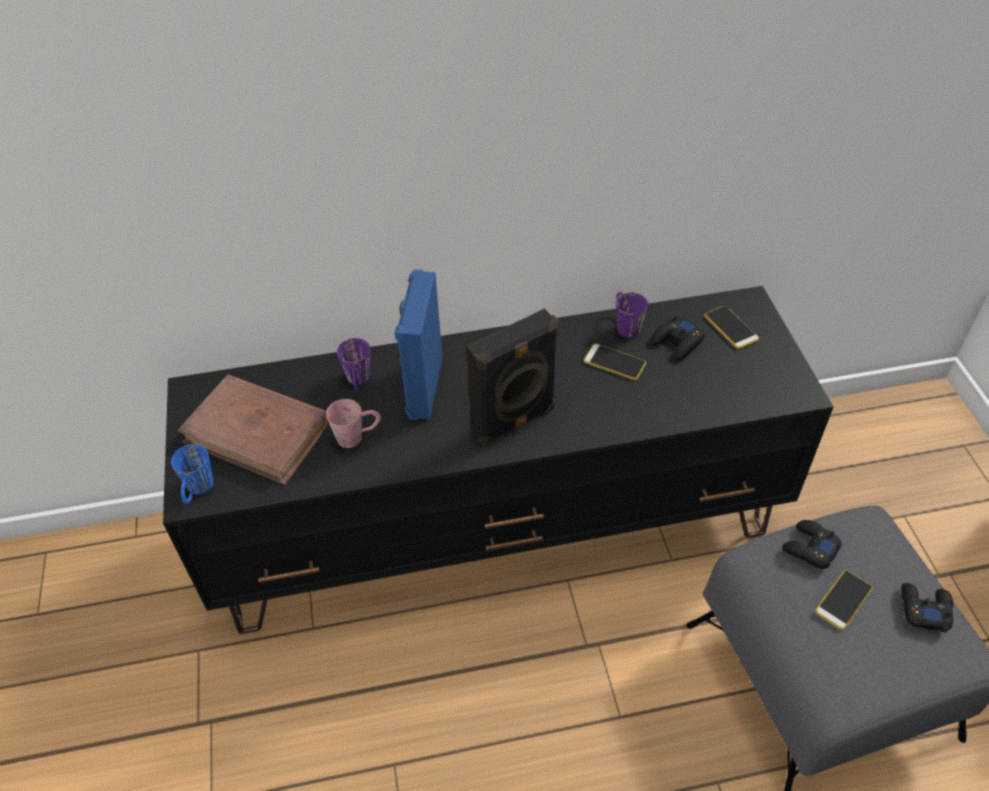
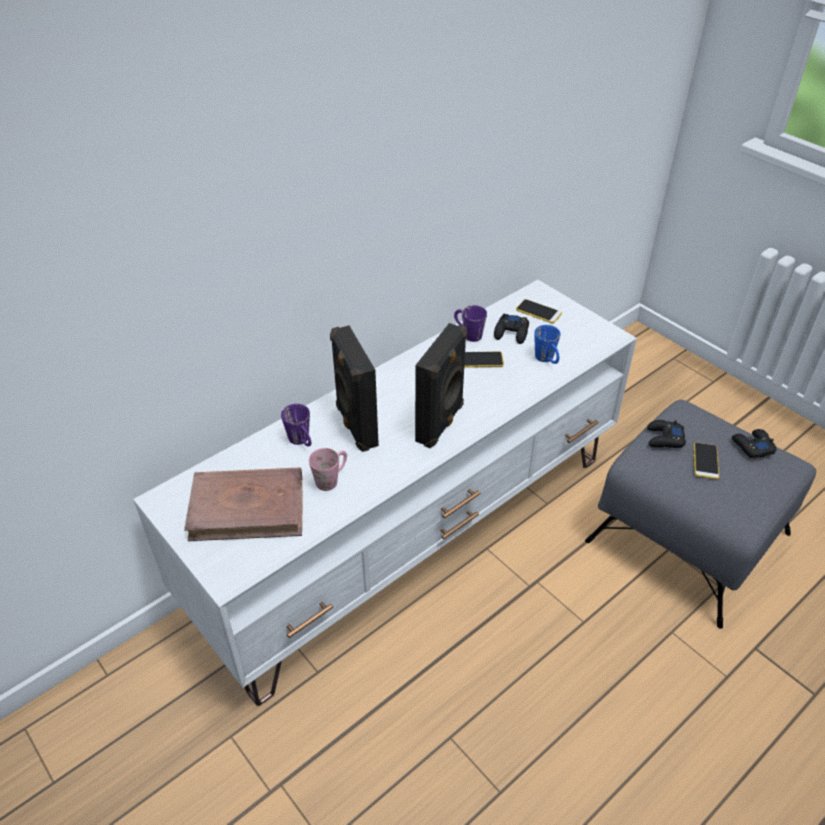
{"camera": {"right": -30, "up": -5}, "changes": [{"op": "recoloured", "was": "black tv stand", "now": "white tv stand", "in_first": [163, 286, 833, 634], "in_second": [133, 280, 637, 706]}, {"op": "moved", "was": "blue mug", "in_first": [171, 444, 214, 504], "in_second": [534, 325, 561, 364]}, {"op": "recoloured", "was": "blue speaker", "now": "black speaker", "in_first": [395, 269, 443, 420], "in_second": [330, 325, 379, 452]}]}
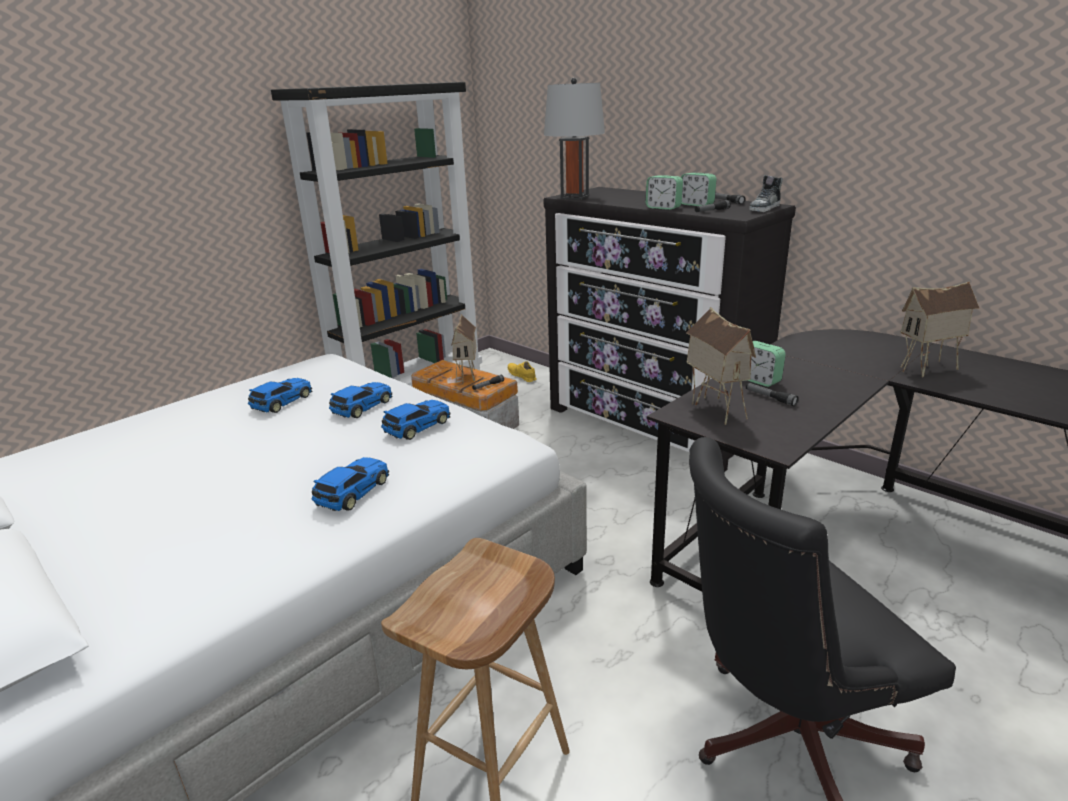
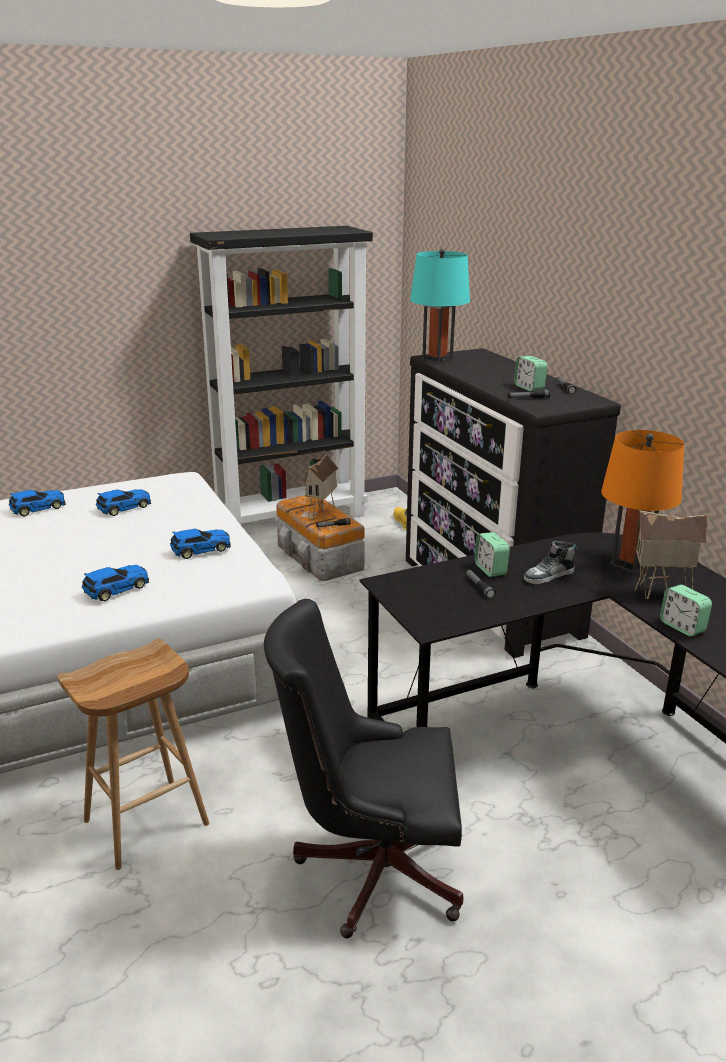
{"camera": {"right": 20, "up": 0}, "changes": [{"op": "moved", "was": "toy car", "in_first": [329, 382, 393, 418], "in_second": [9, 490, 66, 517]}, {"op": "recoloured", "was": "grey table lamp", "now": "turquoise table lamp", "in_first": [544, 77, 605, 200], "in_second": [410, 249, 470, 364]}, {"op": "moved", "was": "alarm clock", "in_first": [645, 175, 683, 210], "in_second": [660, 585, 712, 636]}, {"op": "removed", "was": "toy house", "in_first": [686, 307, 756, 425]}, {"op": "moved", "was": "shoe", "in_first": [749, 175, 783, 212], "in_second": [524, 541, 578, 584]}, {"op": "added", "now": "orange table lamp", "in_second": [601, 430, 684, 574]}]}
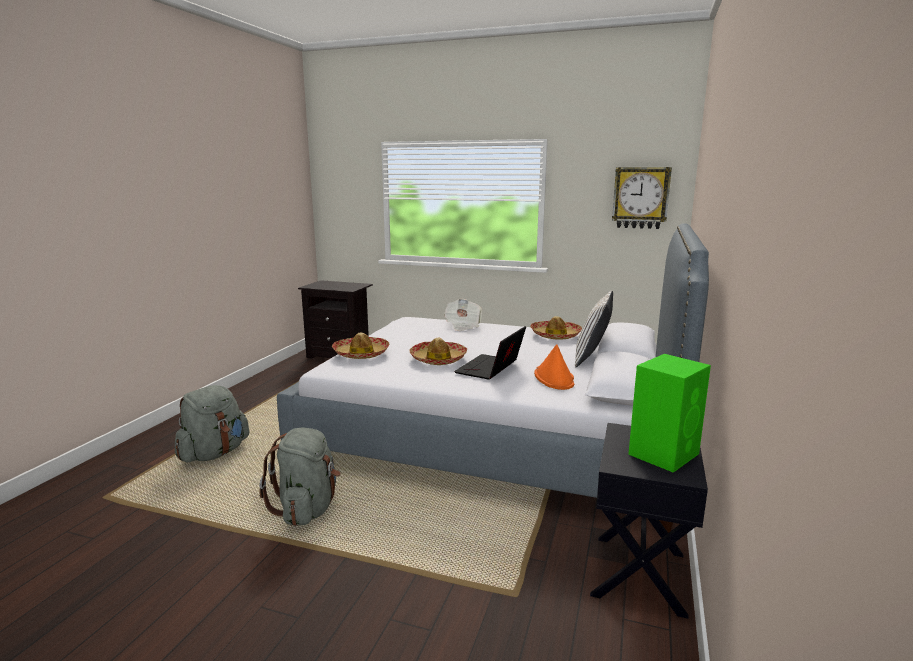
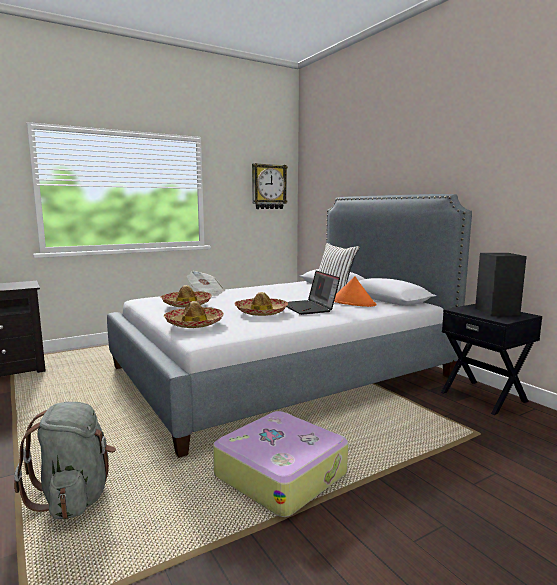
{"camera": {"right": -50, "up": -5}, "changes": [{"op": "replaced", "was": "grey backpack", "now": "suitcase", "in_first": [259, 427, 340, 526], "in_second": [213, 411, 348, 517]}, {"op": "moved", "was": "hat", "in_first": [530, 316, 582, 340], "in_second": [160, 285, 212, 307]}, {"op": "recoloured", "was": "green speaker", "now": "black speaker", "in_first": [628, 354, 711, 473], "in_second": [475, 253, 527, 316]}]}
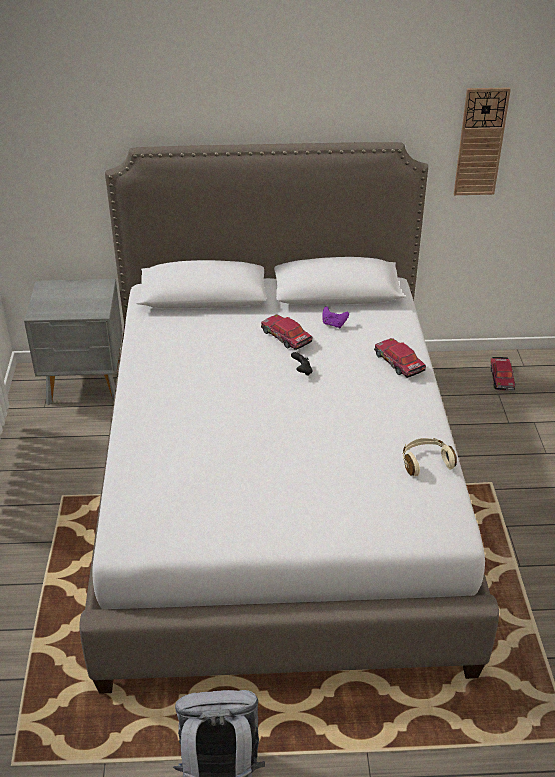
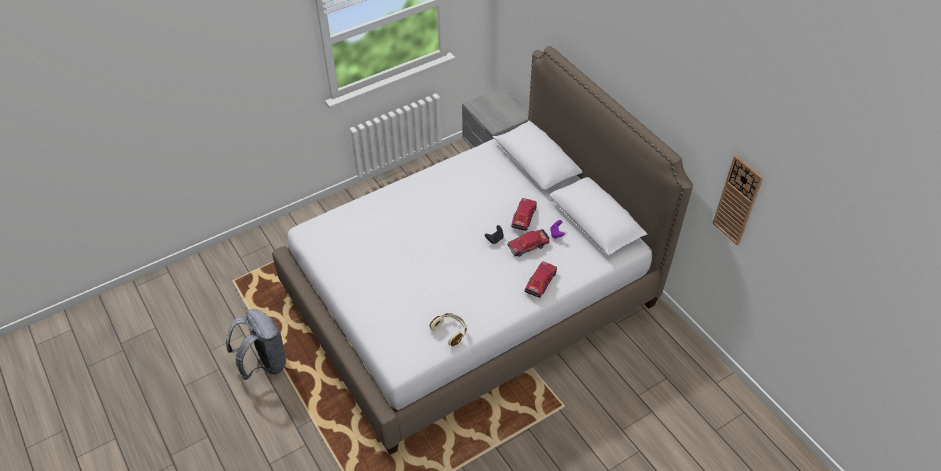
{"camera": {"right": 60, "up": 10}, "changes": [{"op": "moved", "was": "toy car", "in_first": [490, 357, 515, 391], "in_second": [507, 229, 550, 257]}]}
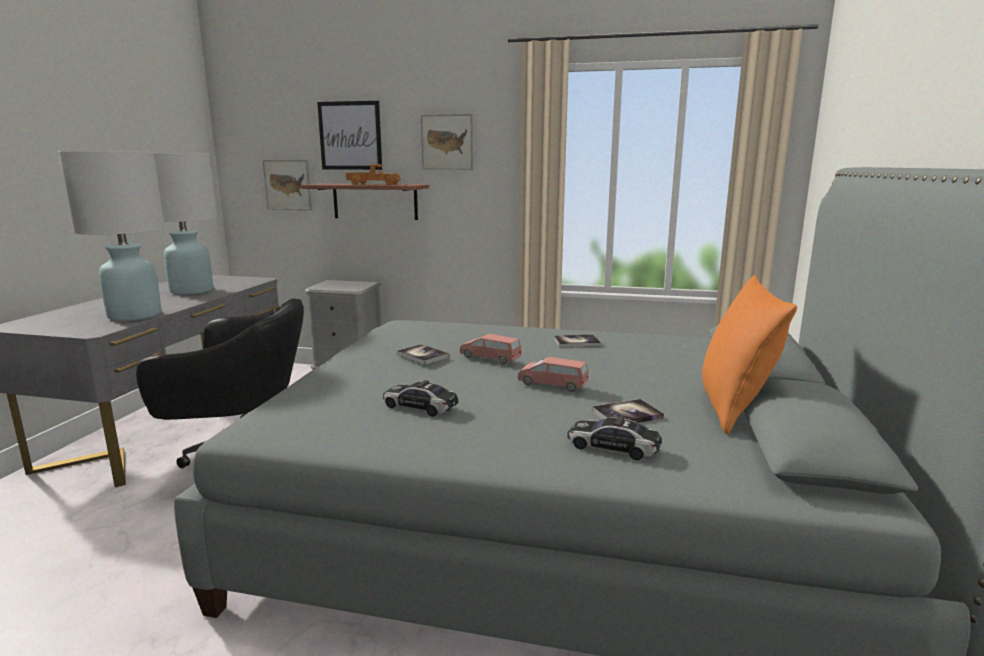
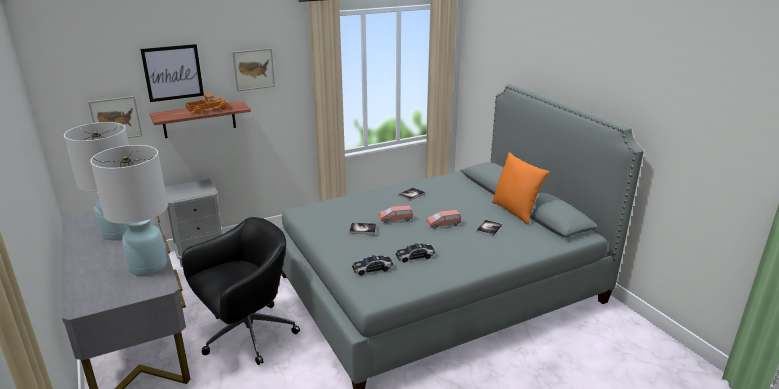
{"camera": {"right": -40, "up": 10}, "changes": [{"op": "moved", "was": "toy car", "in_first": [567, 416, 662, 460], "in_second": [352, 255, 393, 275]}]}
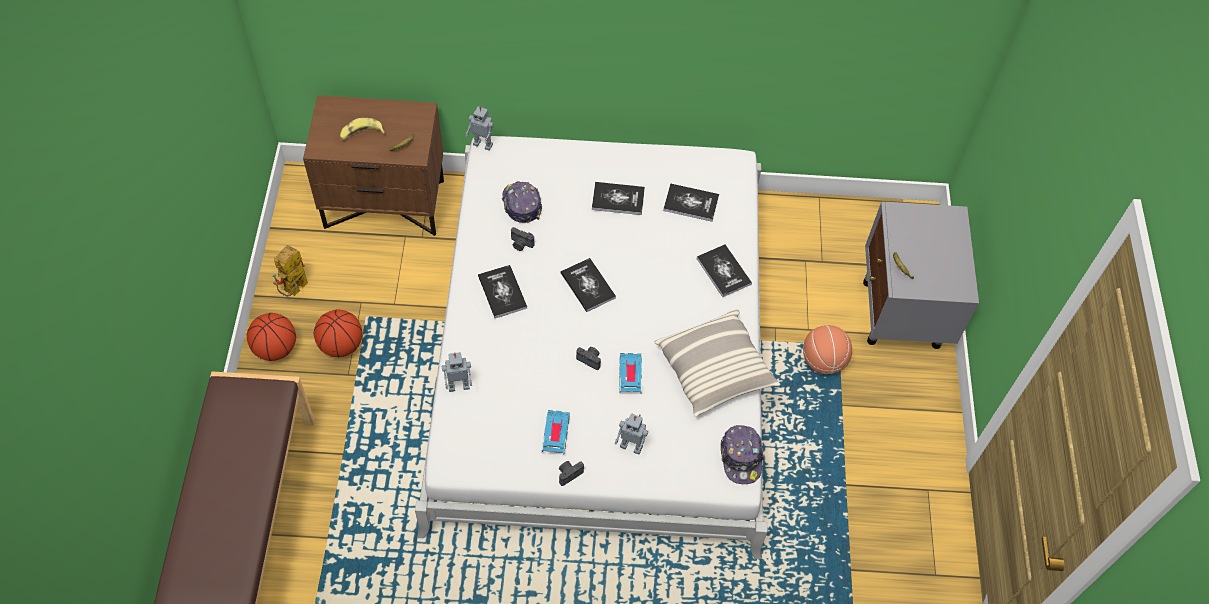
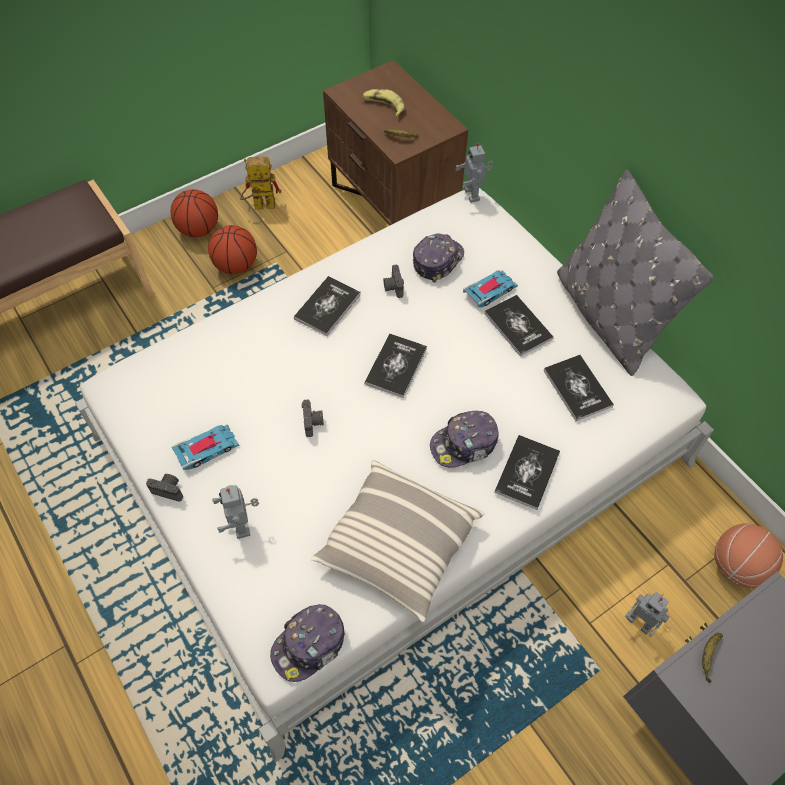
{"camera": {"right": 55, "up": 0}, "changes": [{"op": "moved", "was": "toy robot", "in_first": [442, 352, 472, 392], "in_second": [625, 592, 669, 638]}, {"op": "moved", "was": "toy car", "in_first": [619, 353, 642, 393], "in_second": [463, 270, 518, 307]}, {"op": "moved", "was": "basketball", "in_first": [803, 325, 852, 374], "in_second": [715, 523, 783, 588]}, {"op": "added", "now": "cap", "in_second": [430, 411, 499, 468]}, {"op": "added", "now": "grey pillow", "in_second": [557, 170, 714, 376]}]}
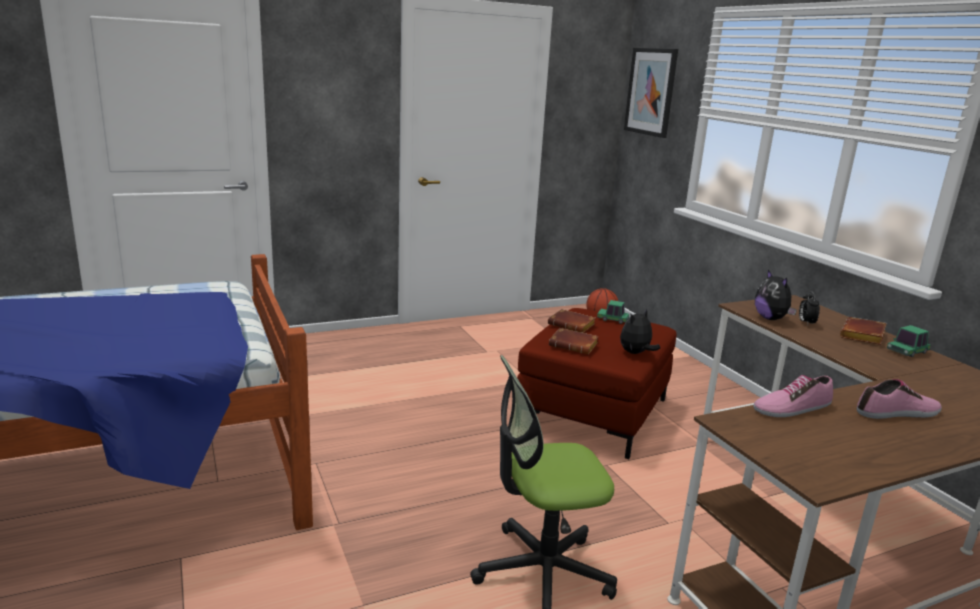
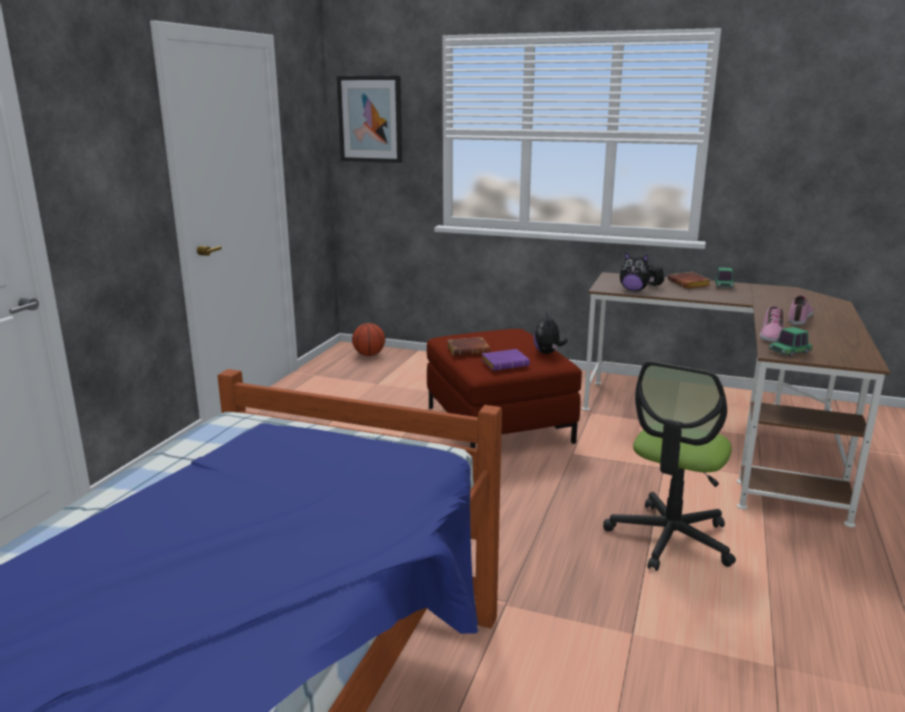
{"camera": {"right": -45, "up": 0}, "changes": [{"op": "recoloured", "was": "brown book", "now": "purple book", "in_first": [549, 328, 599, 355], "in_second": [481, 349, 530, 371]}, {"op": "moved", "was": "toy car", "in_first": [597, 300, 629, 324], "in_second": [769, 327, 813, 356]}]}
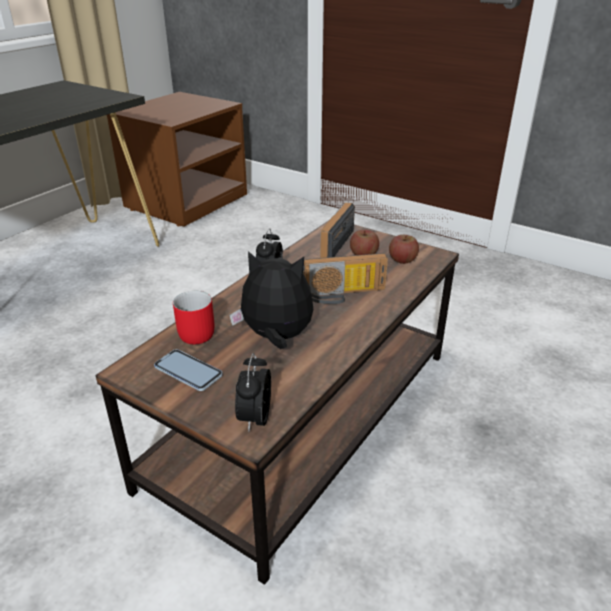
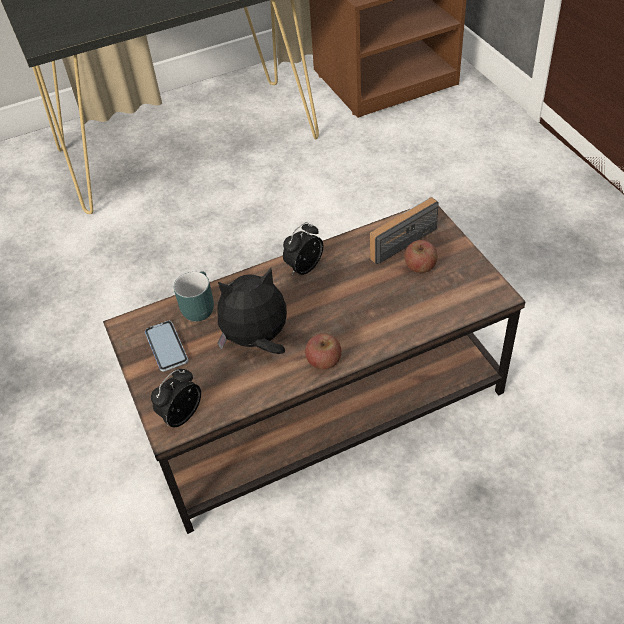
{"camera": {"right": 35, "up": 15}, "changes": [{"op": "recoloured", "was": "red mug", "now": "turquoise mug", "in_first": [173, 291, 215, 344], "in_second": [174, 271, 214, 322]}, {"op": "turned", "was": "plush toy", "in_first": [229, 251, 313, 349], "in_second": [217, 268, 287, 354], "clockwise": -60}, {"op": "removed", "was": "radio", "in_first": [303, 253, 388, 304]}, {"op": "moved", "was": "apple", "in_first": [389, 235, 419, 264], "in_second": [305, 333, 341, 370]}]}
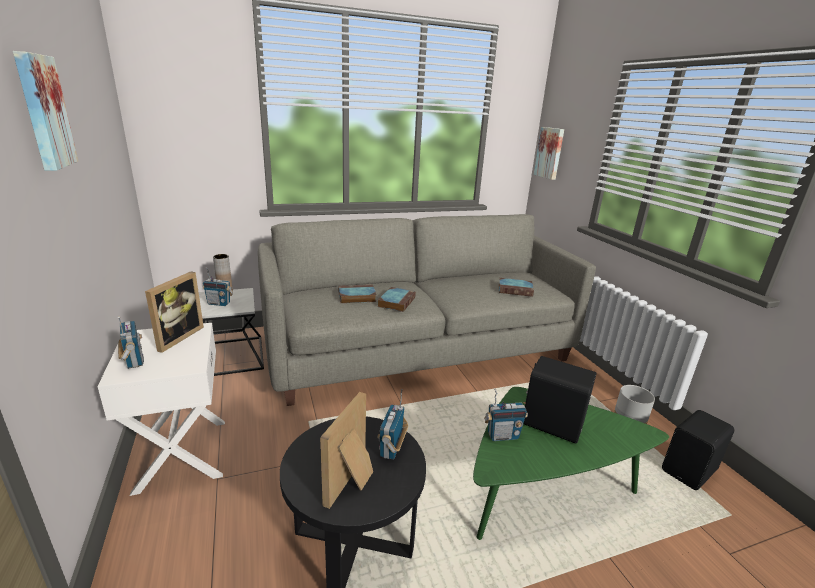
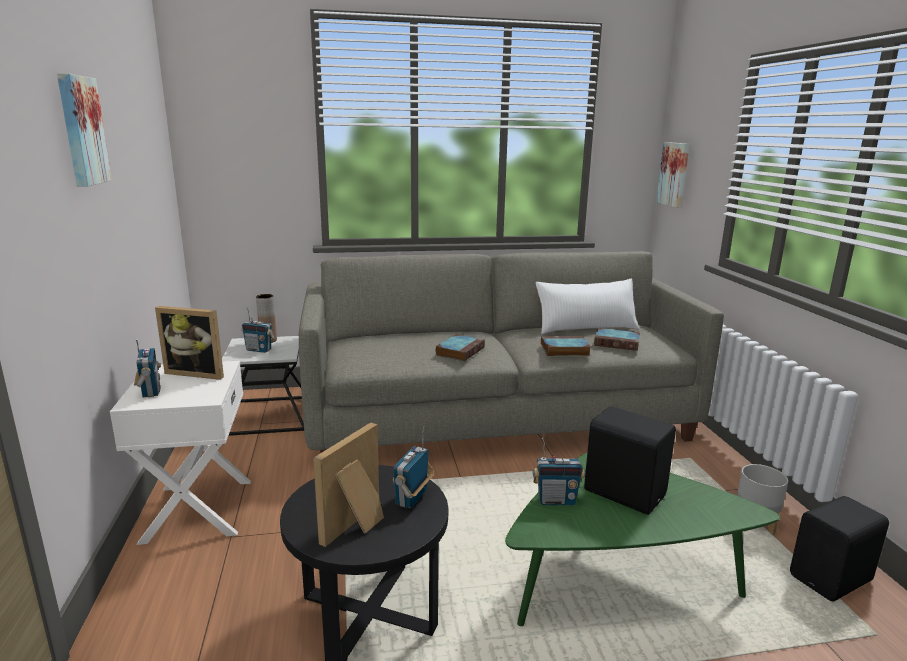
{"camera": {"right": 10, "up": -5}, "changes": [{"op": "turned", "was": "picture frame", "in_first": [145, 271, 204, 353], "in_second": [155, 306, 224, 380], "clockwise": 75}, {"op": "moved", "was": "book", "in_first": [338, 285, 377, 303], "in_second": [541, 336, 591, 356]}, {"op": "added", "now": "white pillow", "in_second": [535, 279, 639, 334]}]}
